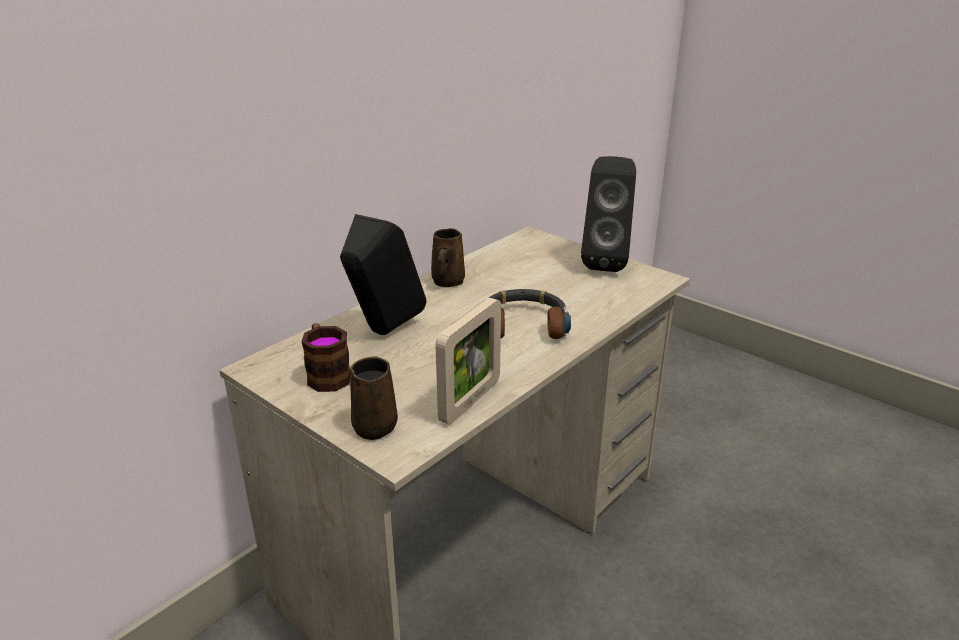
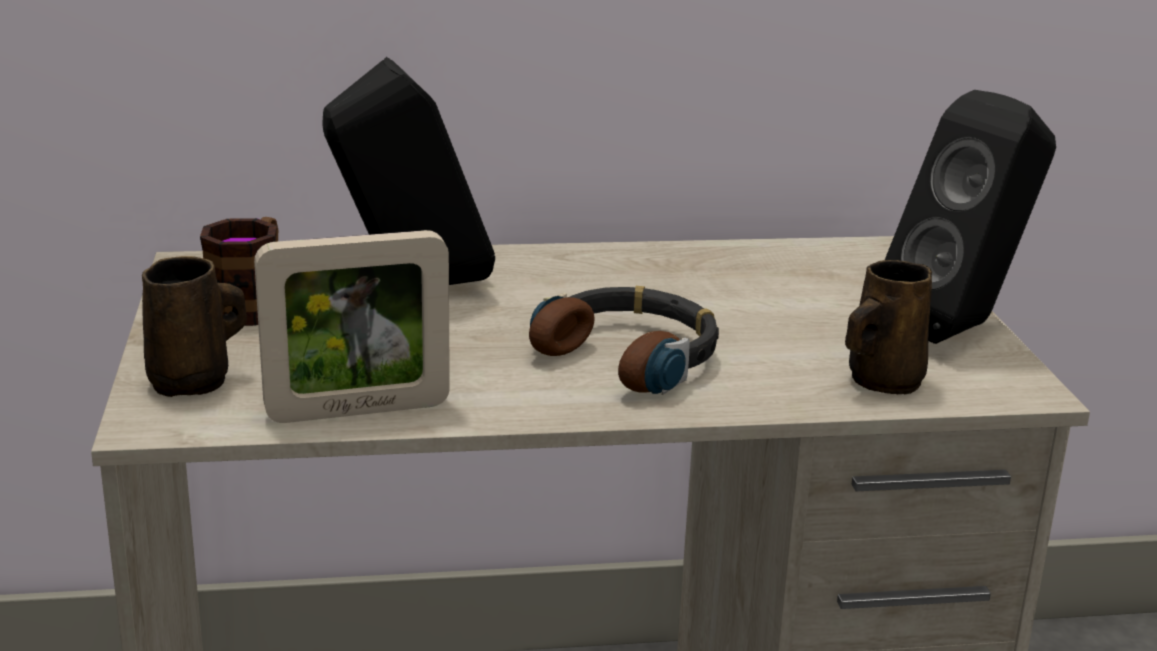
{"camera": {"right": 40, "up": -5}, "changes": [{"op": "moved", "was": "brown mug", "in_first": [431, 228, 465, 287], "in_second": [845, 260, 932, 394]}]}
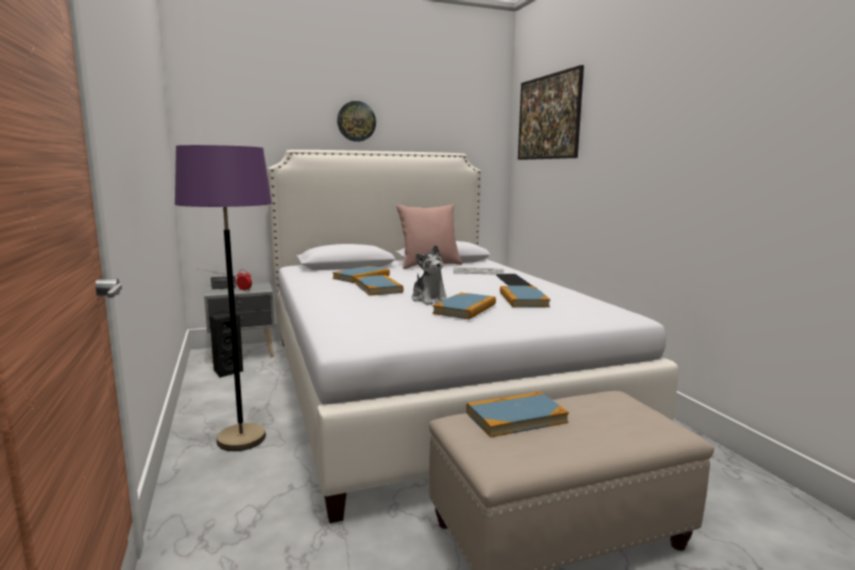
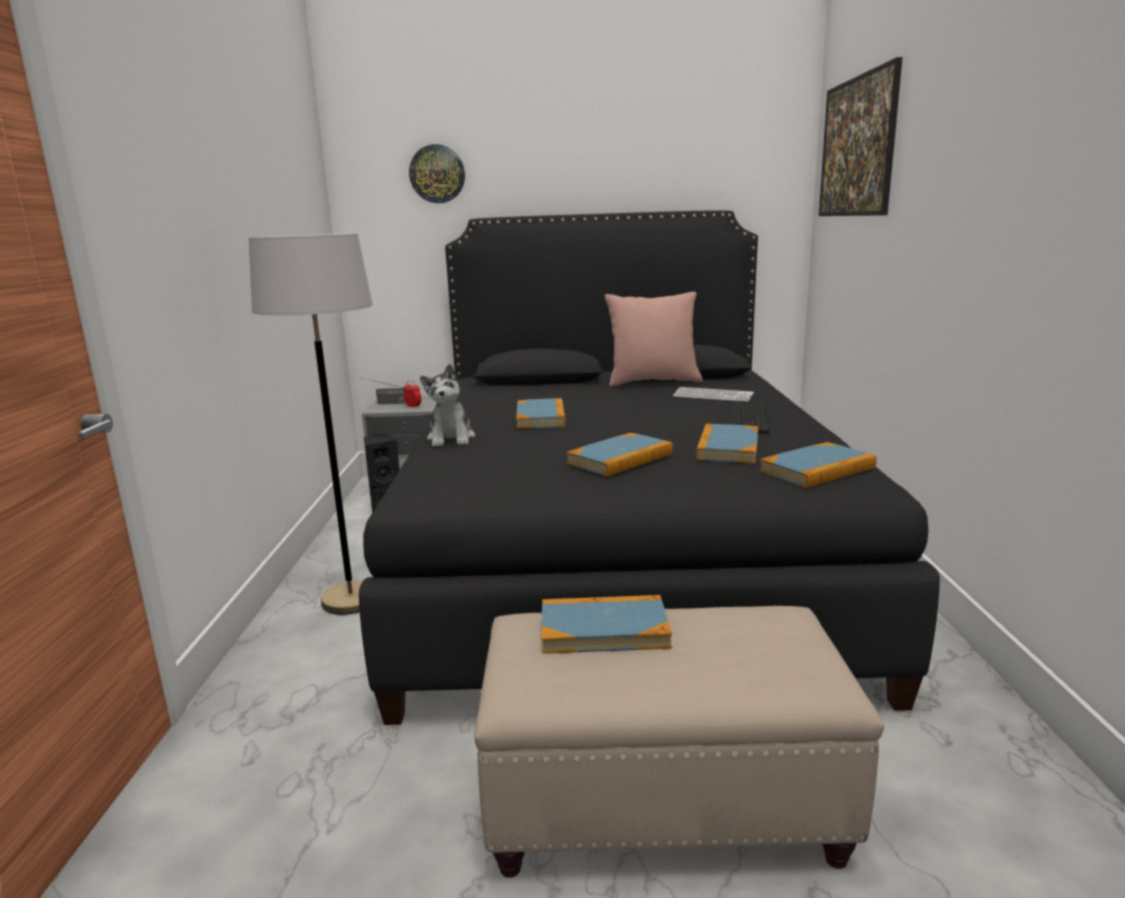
{"camera": {"right": 20, "up": 5}, "changes": [{"op": "recoloured", "was": "purple floor lamp", "now": "grey floor lamp", "in_first": [175, 145, 272, 451], "in_second": [249, 234, 373, 615]}, {"op": "recoloured", "was": "white bed", "now": "black bed", "in_first": [268, 150, 678, 523], "in_second": [359, 210, 940, 725]}, {"op": "moved", "was": "book", "in_first": [332, 266, 390, 283], "in_second": [759, 442, 877, 488]}, {"op": "moved", "was": "wall clock", "in_first": [337, 101, 376, 142], "in_second": [409, 144, 465, 203]}, {"op": "moved", "was": "plush toy", "in_first": [412, 245, 447, 305], "in_second": [420, 364, 475, 447]}]}
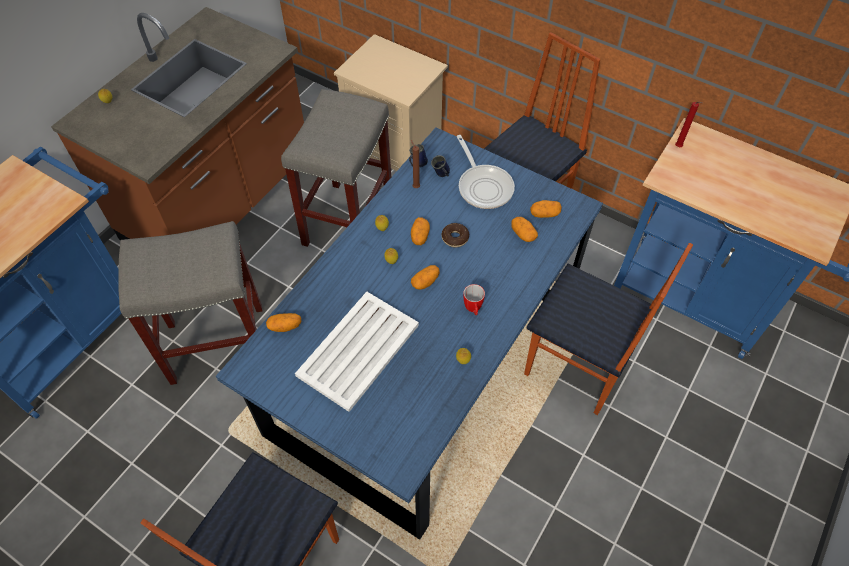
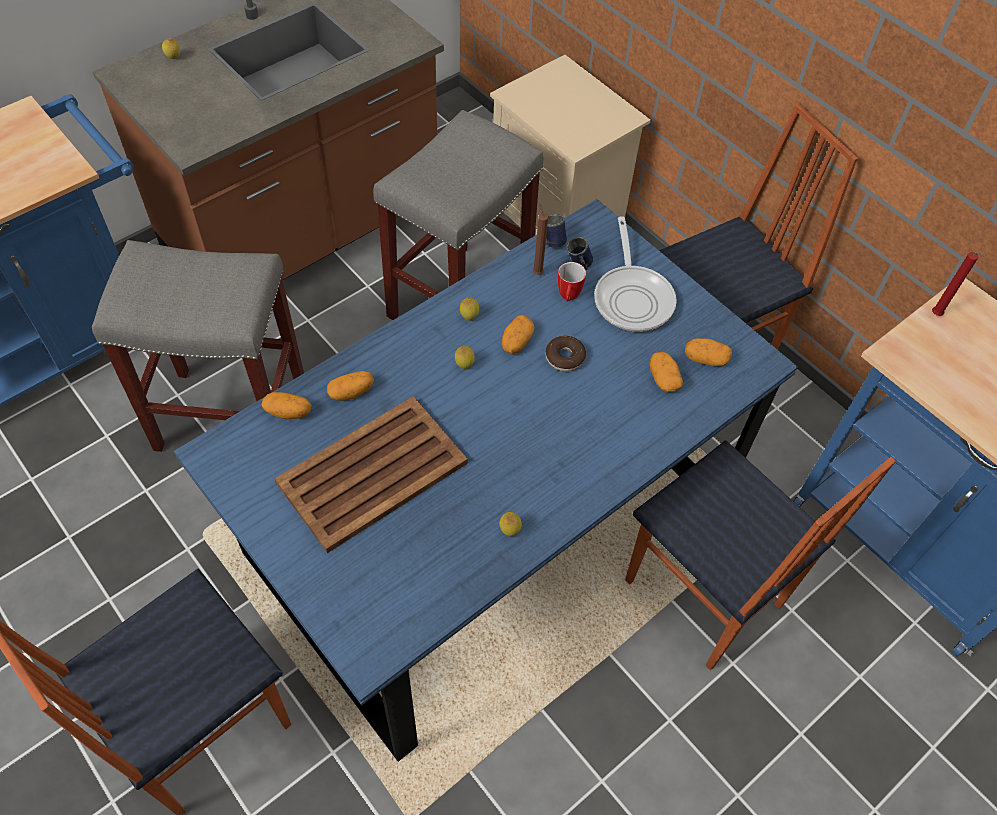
{"camera": {"right": 15, "up": 0}, "changes": [{"op": "recoloured", "was": "white tray", "now": "brown tray", "in_first": [295, 292, 419, 412], "in_second": [274, 396, 468, 553]}, {"op": "moved", "was": "potato", "in_first": [411, 265, 440, 290], "in_second": [327, 371, 374, 401]}, {"op": "moved", "was": "mug", "in_first": [463, 284, 485, 315], "in_second": [558, 262, 586, 301]}]}
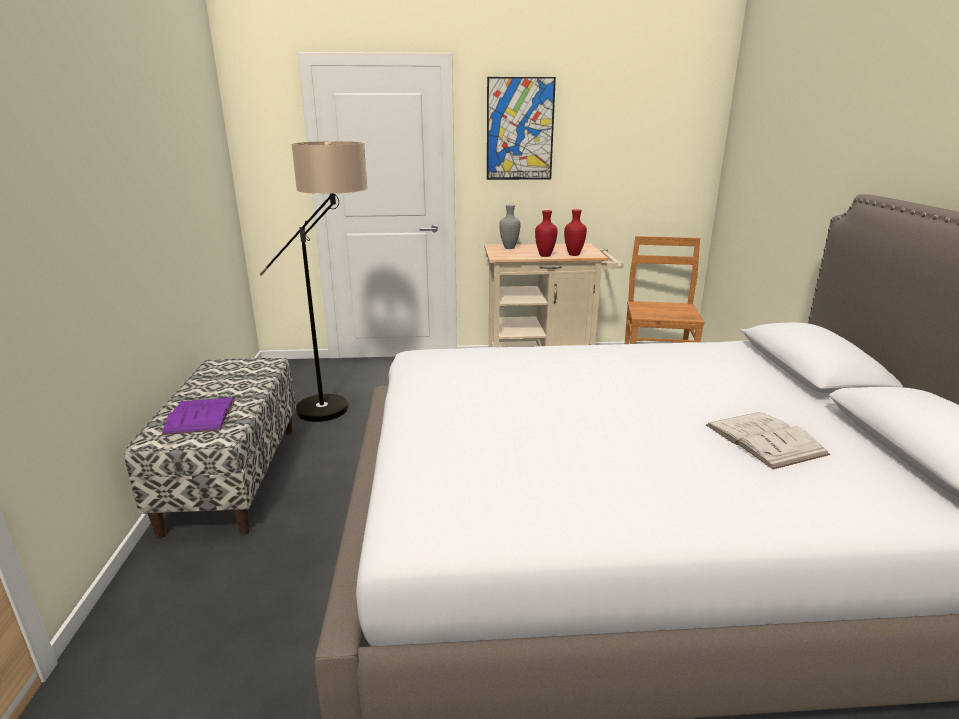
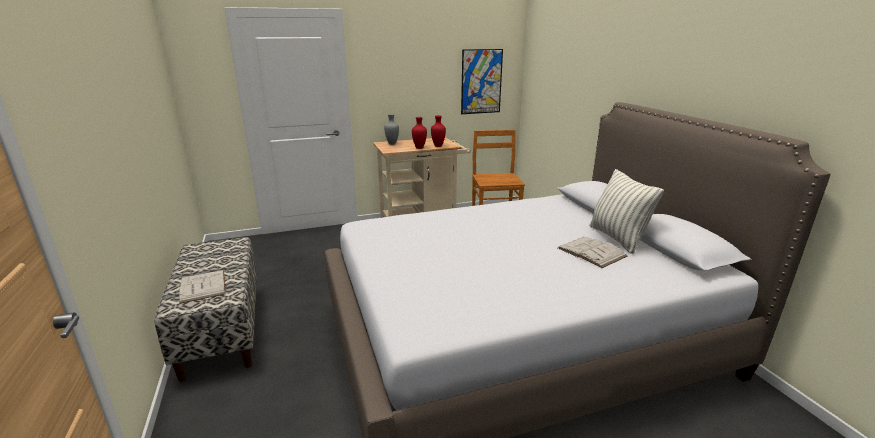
{"camera": {"right": -15, "up": 0}, "changes": [{"op": "recoloured", "was": "purple book", "now": "white book", "in_first": [161, 398, 235, 435], "in_second": [179, 270, 226, 304]}, {"op": "removed", "was": "floor lamp", "in_first": [259, 141, 367, 422]}, {"op": "moved", "was": "picture", "in_first": [487, 77, 556, 180], "in_second": [461, 49, 503, 114]}, {"op": "added", "now": "pillow", "in_second": [589, 169, 664, 254]}]}
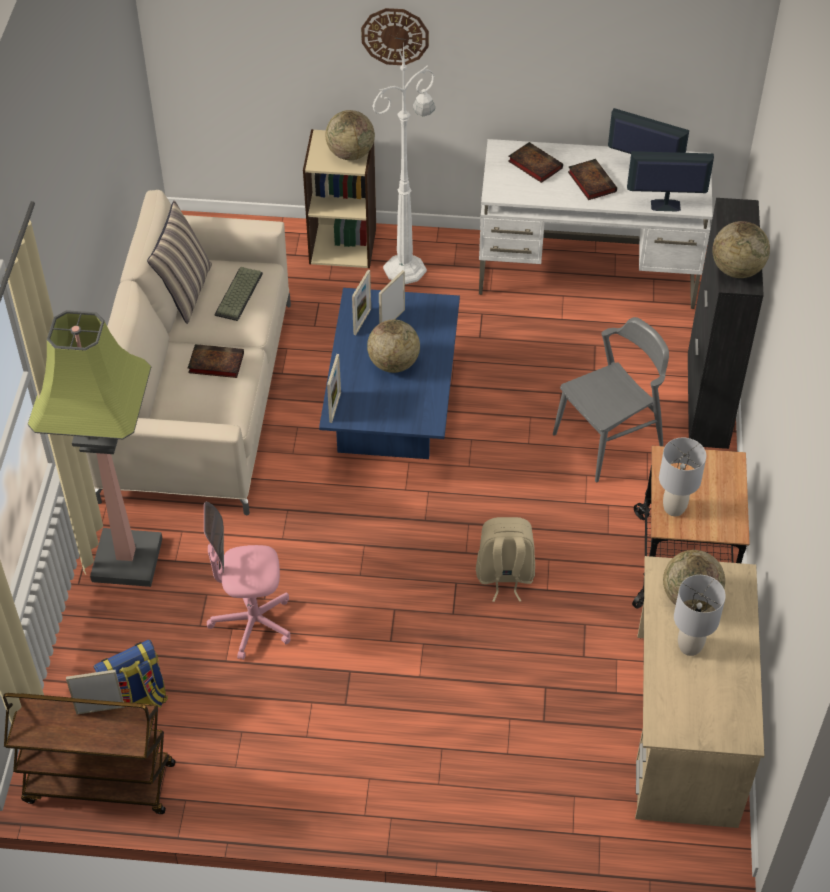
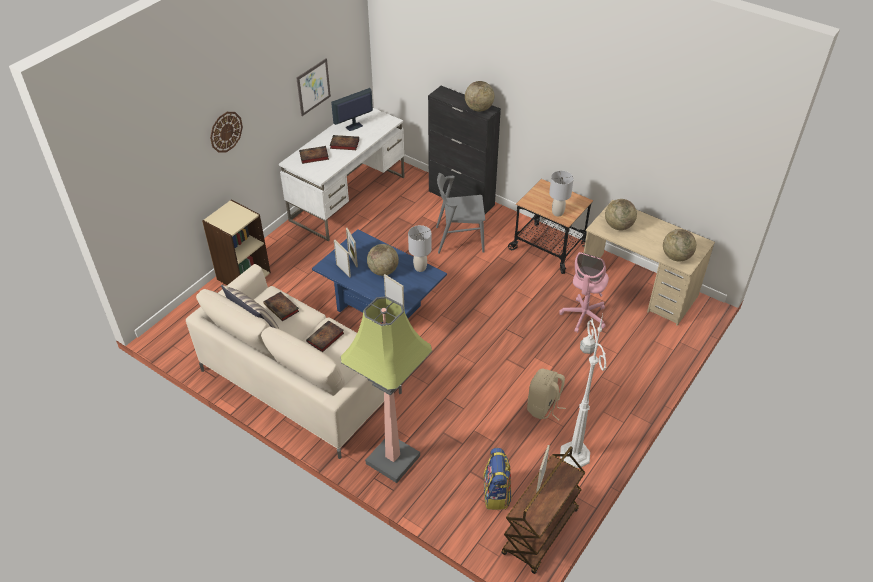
{"camera": {"right": -60, "up": -5}, "changes": [{"op": "moved", "was": "pink office chair", "in_first": [204, 502, 291, 660], "in_second": [559, 252, 609, 333]}, {"op": "replaced", "was": "keyboard", "now": "book", "in_first": [215, 267, 263, 321], "in_second": [264, 292, 299, 321]}, {"op": "moved", "was": "globe", "in_first": [325, 110, 375, 160], "in_second": [663, 229, 696, 261]}, {"op": "moved", "was": "white floor lamp", "in_first": [372, 41, 435, 284], "in_second": [560, 314, 606, 468]}, {"op": "moved", "was": "beige backpack", "in_first": [476, 517, 535, 602], "in_second": [527, 369, 566, 421]}, {"op": "turned", "was": "grey chair", "in_first": [553, 317, 669, 482], "in_second": [436, 173, 485, 254], "clockwise": -90}, {"op": "removed", "was": "monitor", "in_first": [627, 151, 714, 211]}, {"op": "moved", "was": "grey table lamp", "in_first": [674, 575, 726, 656], "in_second": [408, 225, 432, 272]}, {"op": "added", "now": "picture", "in_second": [296, 58, 331, 116]}]}
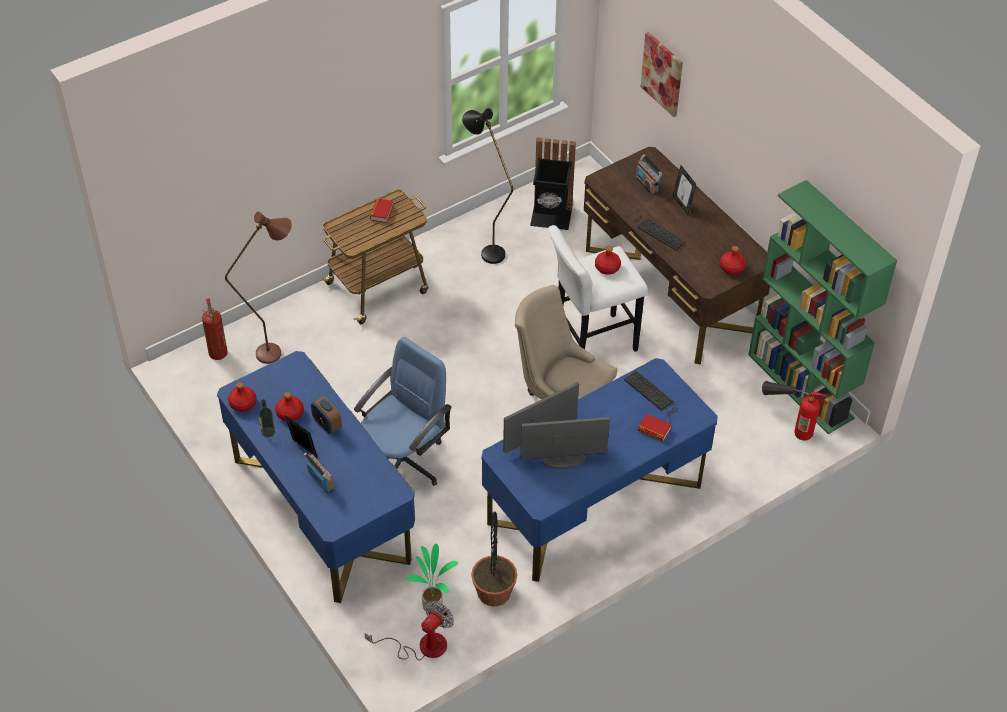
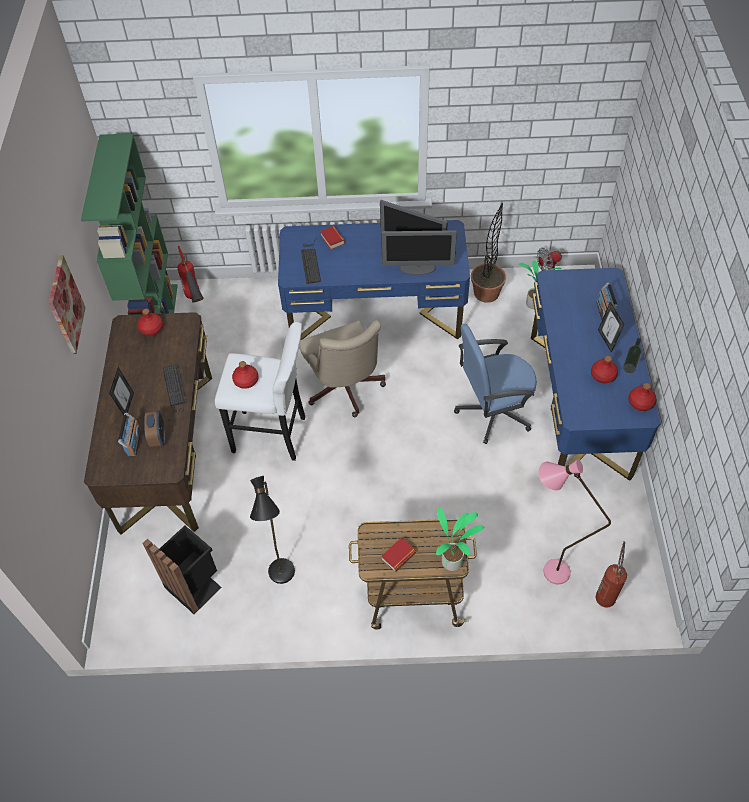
{"camera": {"right": -145, "up": 5}, "changes": [{"op": "recoloured", "was": "brown floor lamp", "now": "pink floor lamp", "in_first": [225, 212, 292, 364], "in_second": [539, 459, 611, 584]}, {"op": "moved", "was": "alarm clock", "in_first": [311, 396, 342, 434], "in_second": [144, 411, 165, 447]}, {"op": "moved", "was": "picture", "in_first": [640, 32, 683, 117], "in_second": [48, 255, 86, 354]}, {"op": "added", "now": "potted plant", "in_second": [436, 507, 484, 571]}]}
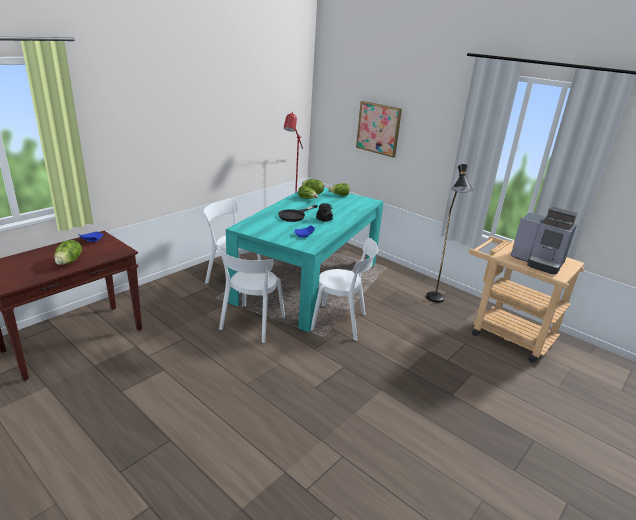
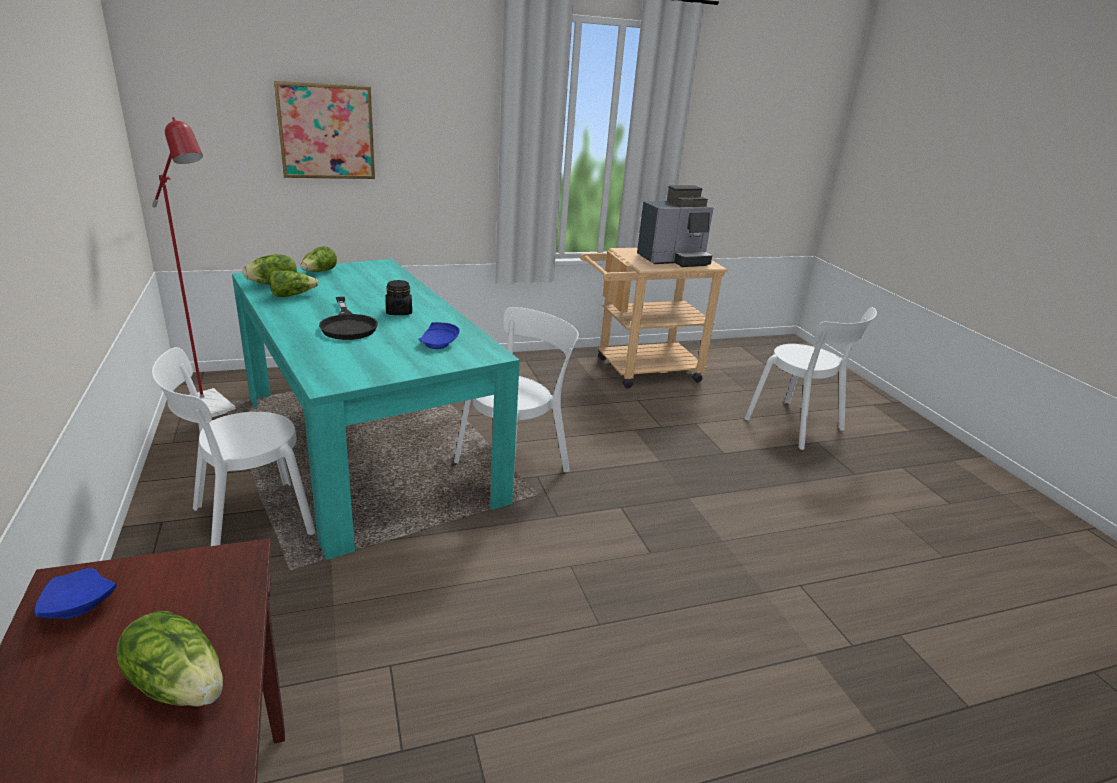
{"camera": {"right": -60, "up": 0}, "changes": [{"op": "moved", "was": "white chair", "in_first": [218, 246, 285, 343], "in_second": [744, 307, 877, 450]}, {"op": "removed", "was": "black floor lamp", "in_first": [426, 164, 473, 303]}]}
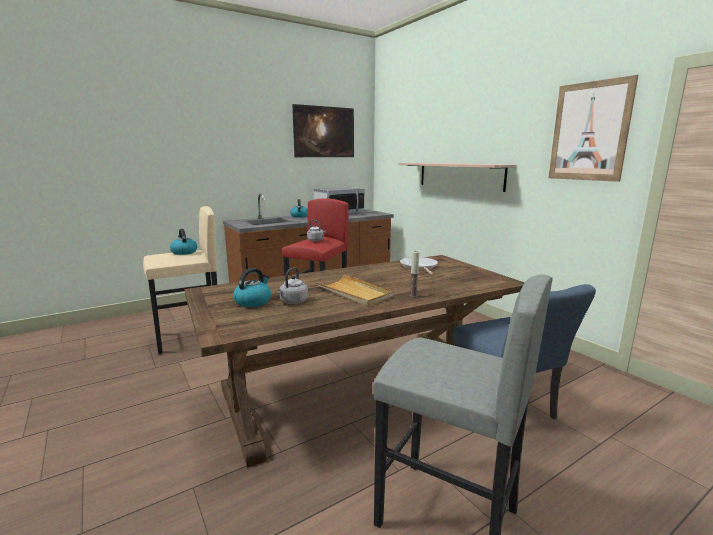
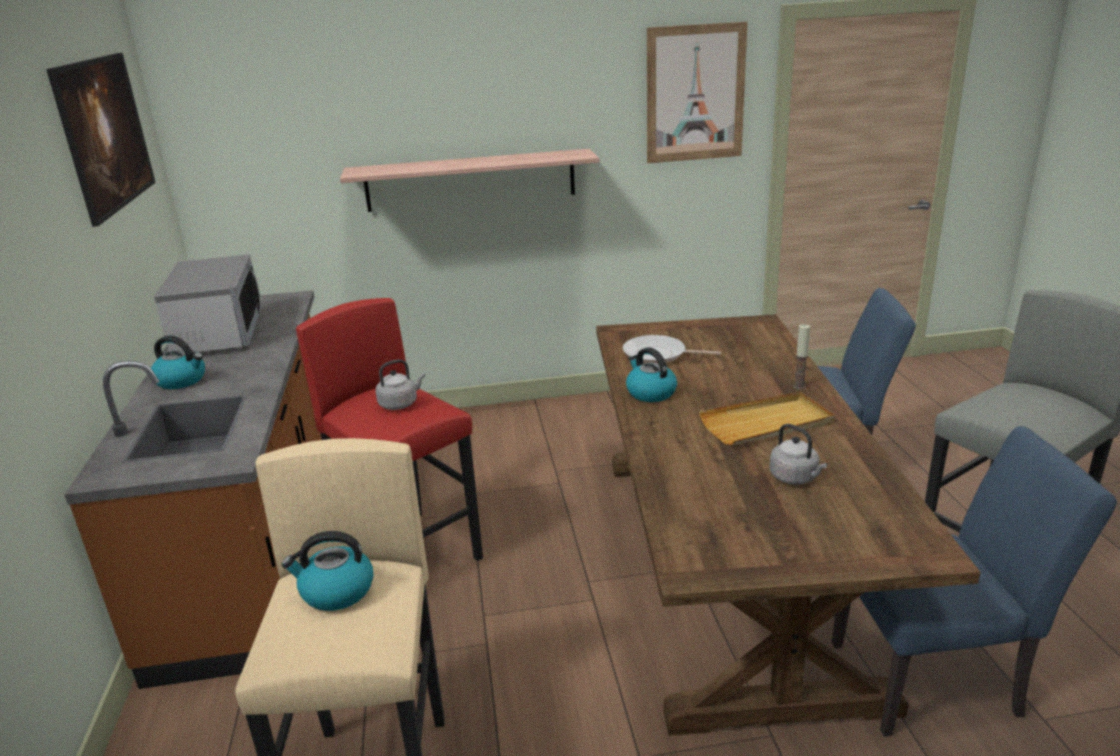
{"camera": {"right": -65, "up": 10}, "changes": [{"op": "moved", "was": "kettle", "in_first": [233, 268, 271, 307], "in_second": [626, 347, 677, 402]}, {"op": "added", "now": "blue chair", "in_second": [832, 426, 1117, 737]}]}
